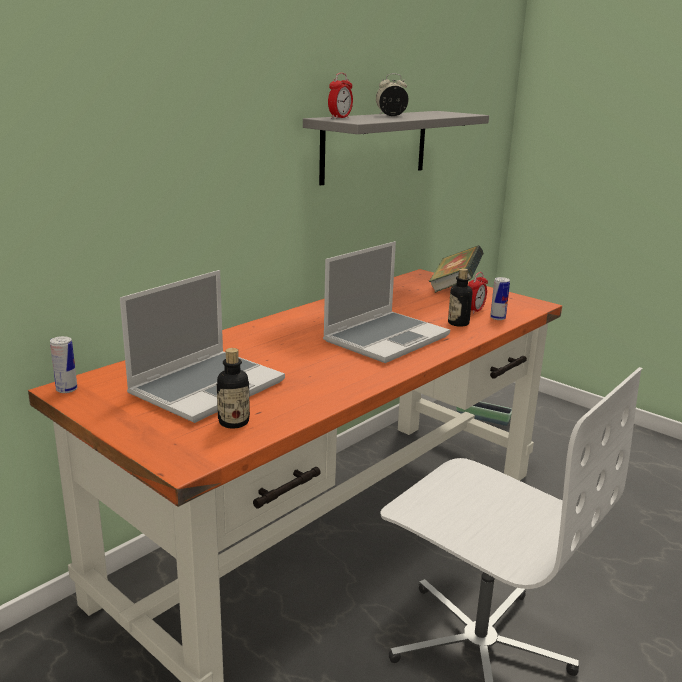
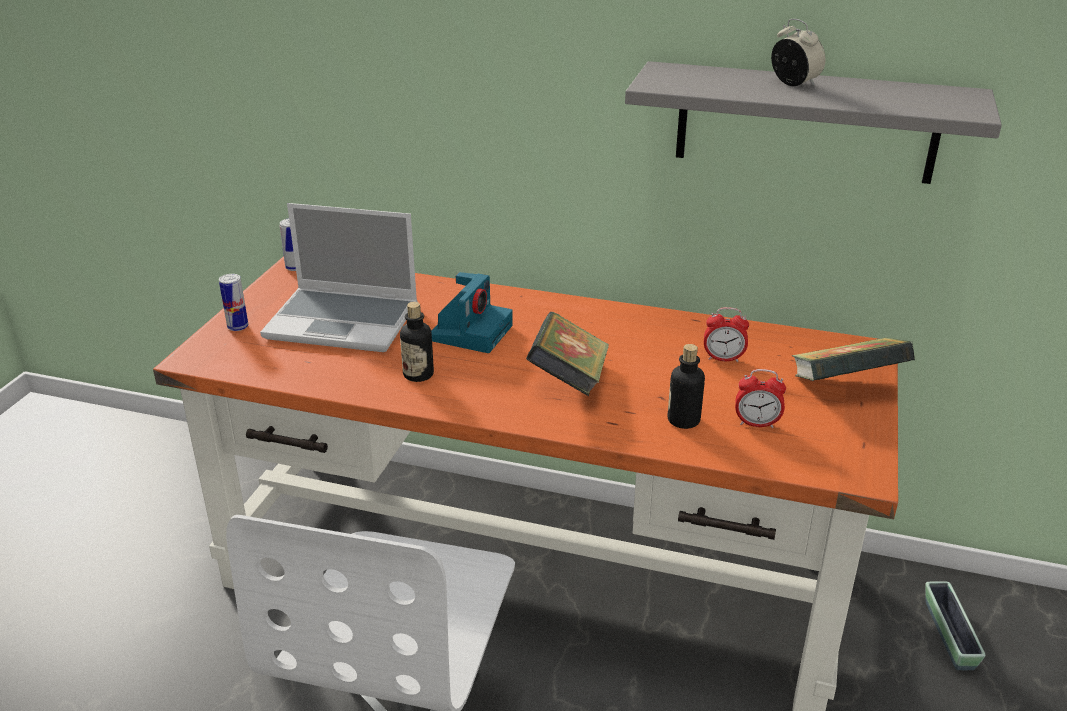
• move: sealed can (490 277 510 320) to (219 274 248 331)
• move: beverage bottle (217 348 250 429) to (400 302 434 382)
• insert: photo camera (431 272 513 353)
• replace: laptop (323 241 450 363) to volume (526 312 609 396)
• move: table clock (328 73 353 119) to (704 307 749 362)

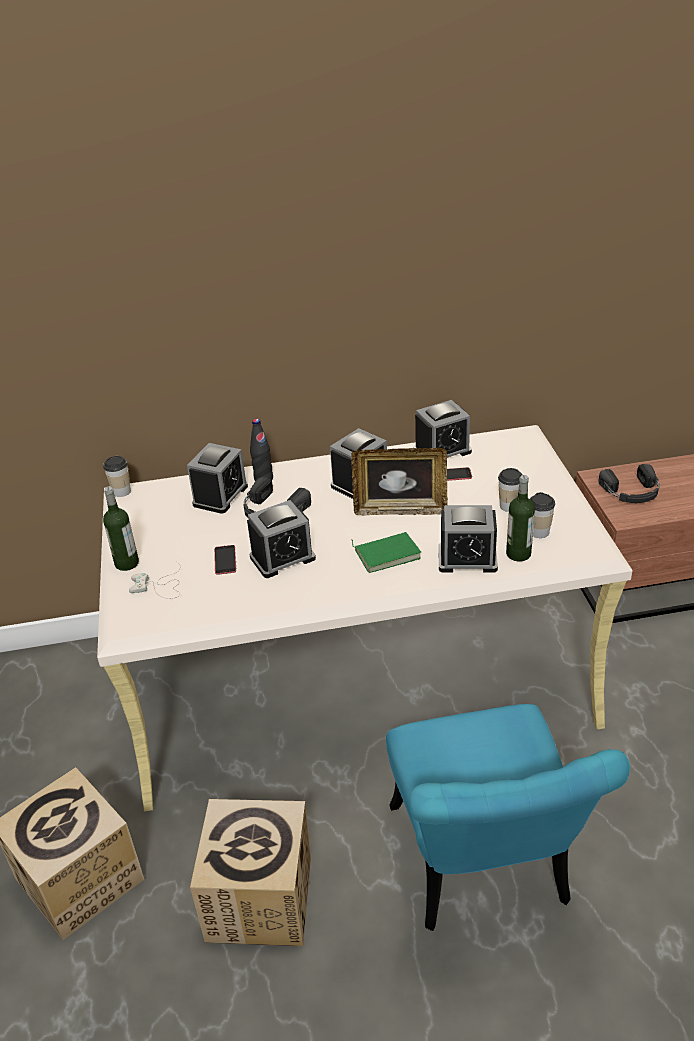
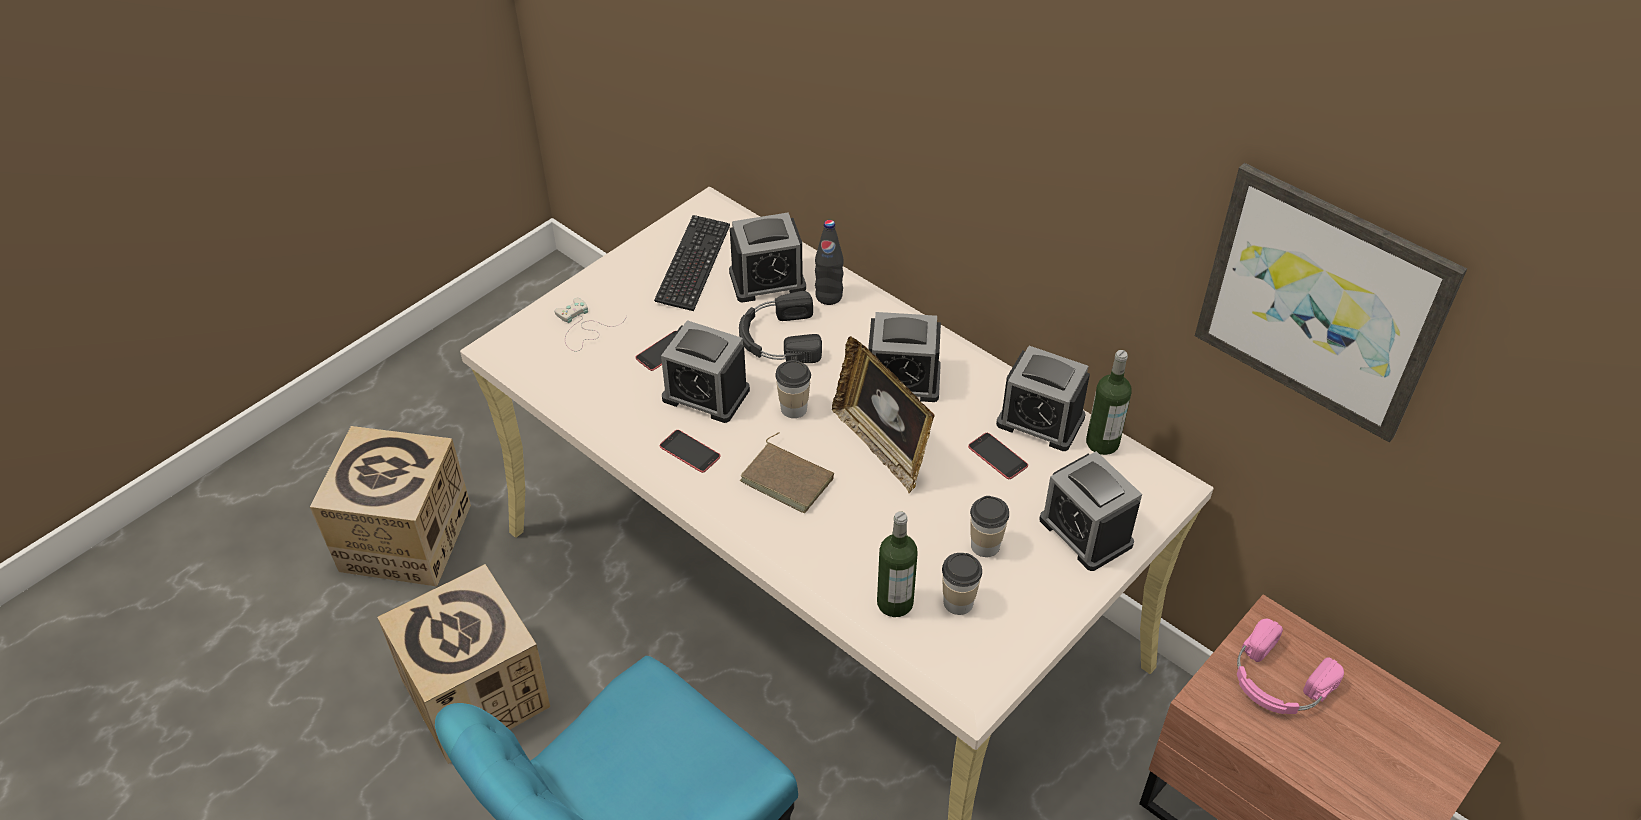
• insert: keyboard (654 215 730 311)
• insert: phone (660 430 721 473)
• recolor: green volume (351 532 421 573) to brownish volume (740 432 834 513)
• move: cup (103 456 131 497) to (775 360 811 418)
• move: table clock (438 505 498 573) to (1039 451 1142 571)
• move: beverage bottle (103 487 139 571) to (1086 350 1132 455)
• insert: wall art (1195 163 1467 442)
• recolor: black headset (598 464 660 503) to pink headset (1237 619 1344 714)

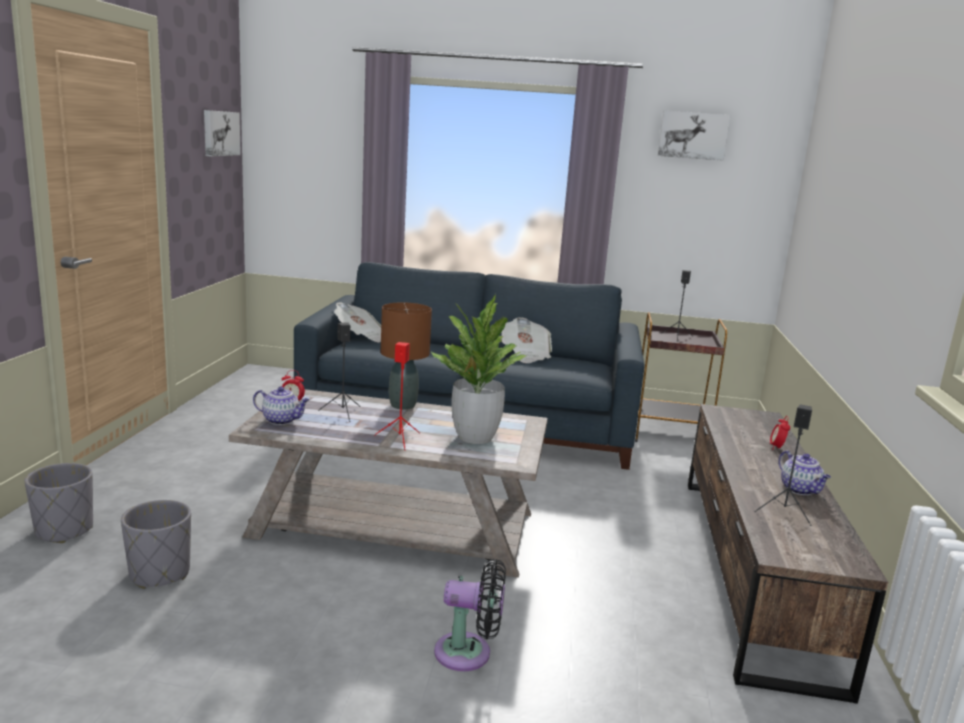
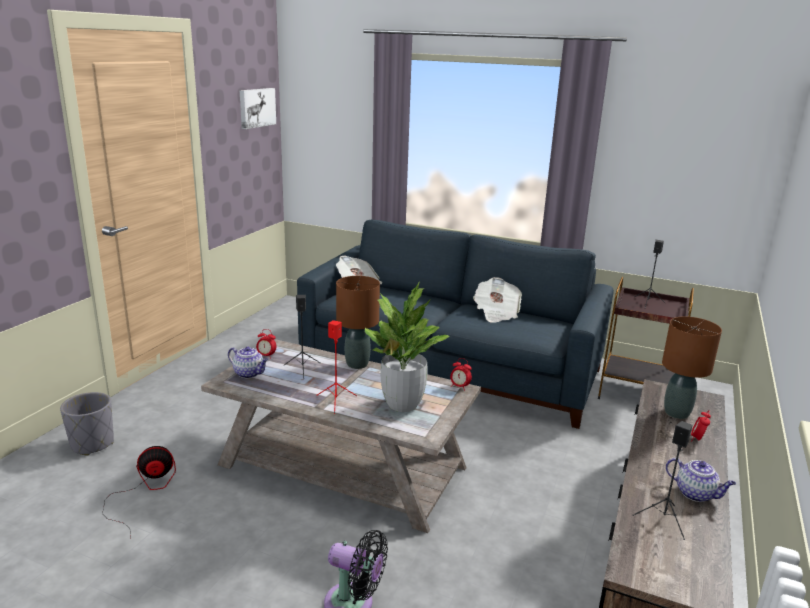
• replace: greyish plant pot (121 500 191 589) to cooling fan (102 446 176 537)
• insert: table clock (450 358 472 391)
• insert: brownish tabletop lamp (662 316 722 419)
• rotate: pot for tea (779 450 831 495) = (666 458 736 502) 45 degrees counterclockwise
• delete: wall art (658 110 730 161)

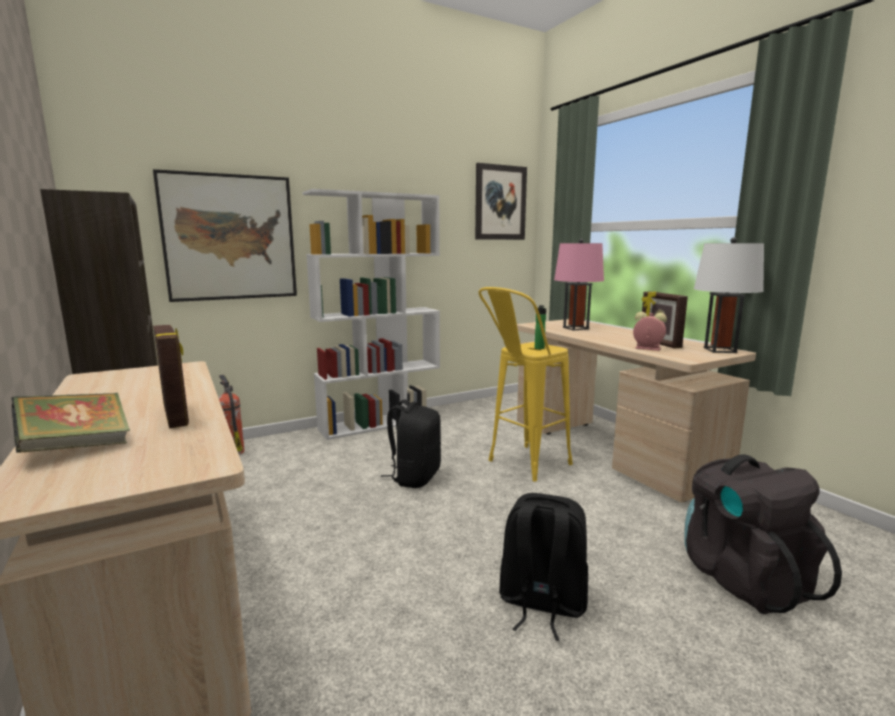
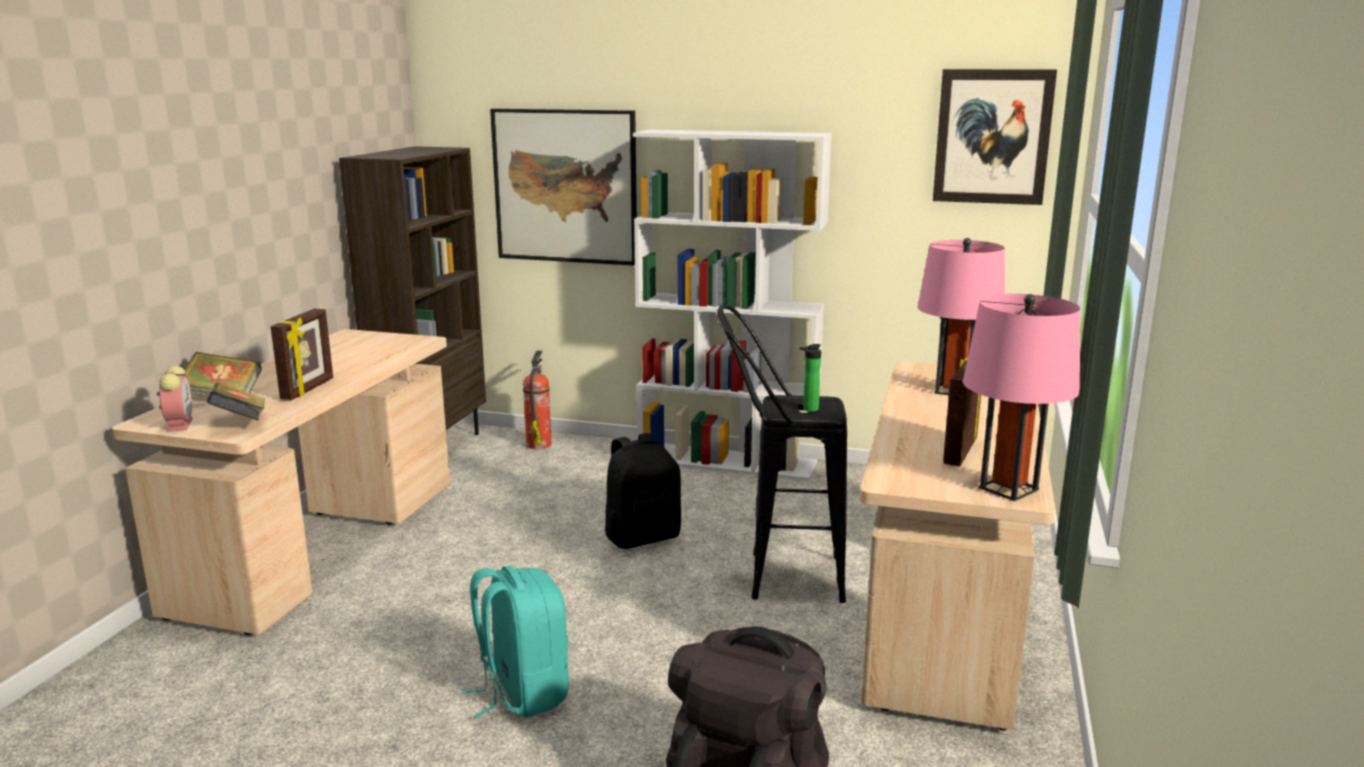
• move: table clock (633 312 667 351) to (157 366 193 432)
• insert: volume (207 382 265 421)
• recolor: black rucksack (499 493 588 641) to turquoise rucksack (462 566 569 718)
• recolor: yellowish sitting stool (479 287 573 482) to black sitting stool (717 305 847 603)
• recolor: white tabletop lamp (694 237 764 353) to pink tabletop lamp (963 294 1080 501)

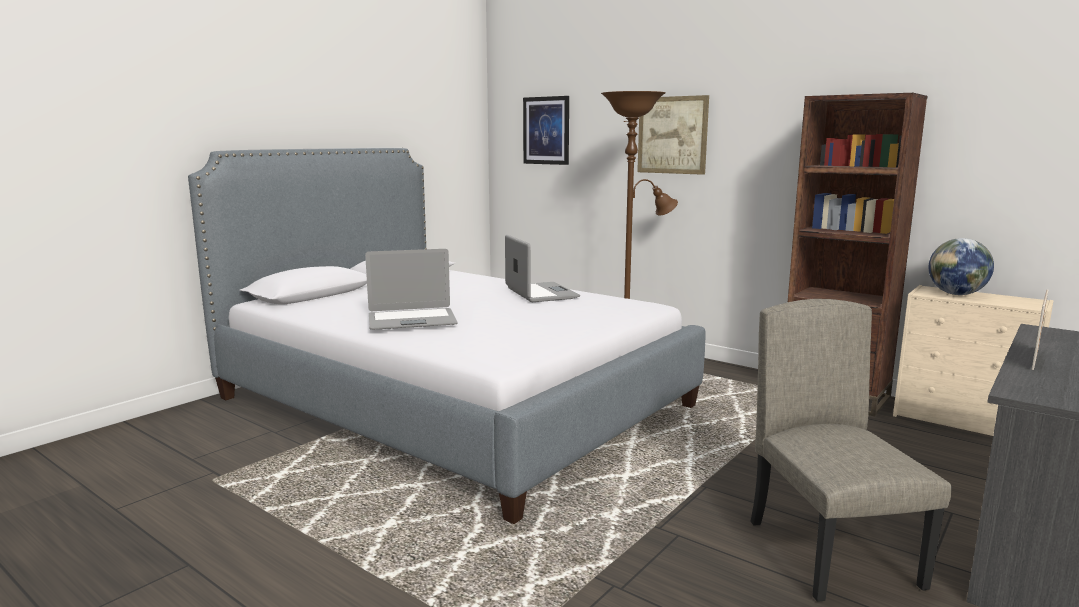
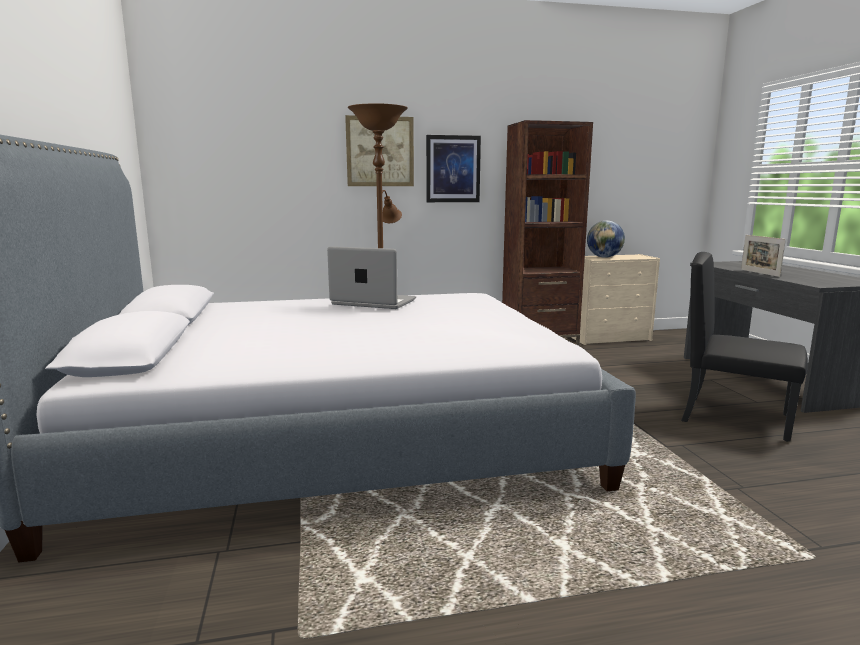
• move: wall art (523 96 569 165) to (426 135 481 202)
• recolor: beige upright chair (750 299 952 602) to black upright chair (681 252 808 441)
• delete: laptop (365 249 458 330)

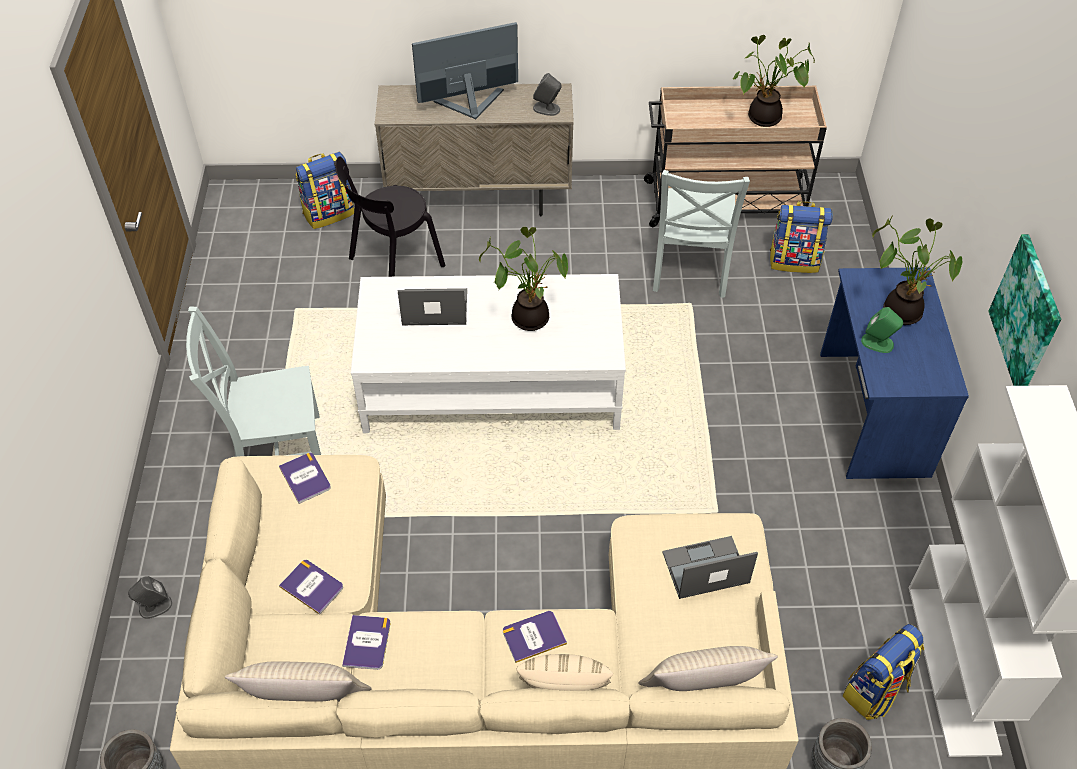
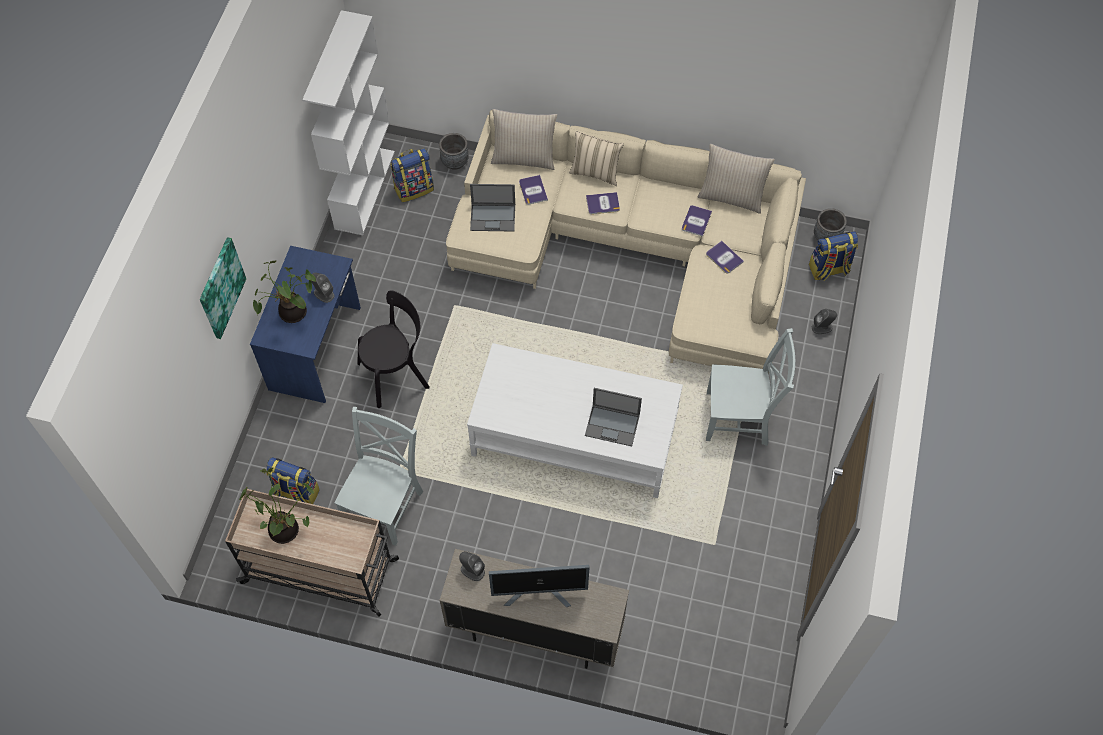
• move: wall art (989 234 1061 386) to (200 237 246 339)
• recolor: green audio speaker (861 307 903 353) to greyish audio speaker (311 272 335 303)
• move: black upright chair (336 156 445 277) to (357 290 430 408)
• move: volume (279 453 331 504) to (519 175 548 205)
• move: rucksack (296 152 355 229) to (809 231 858 281)
• delete: potted plant (479 227 568 331)

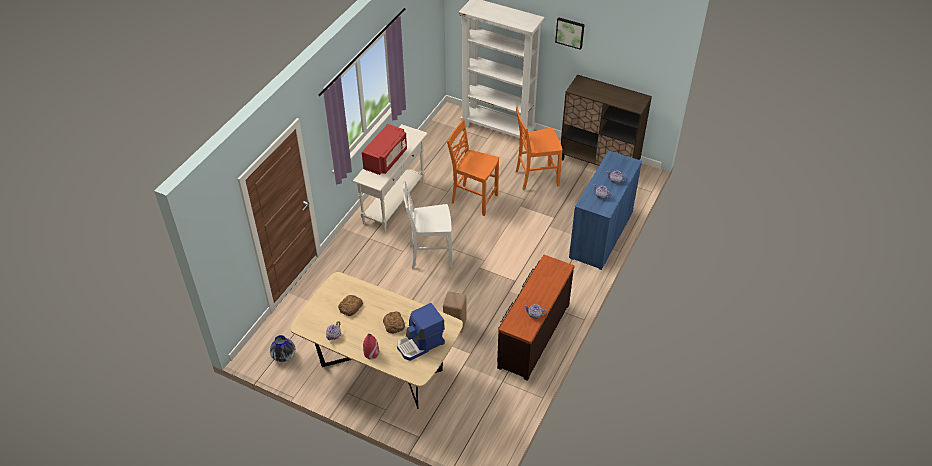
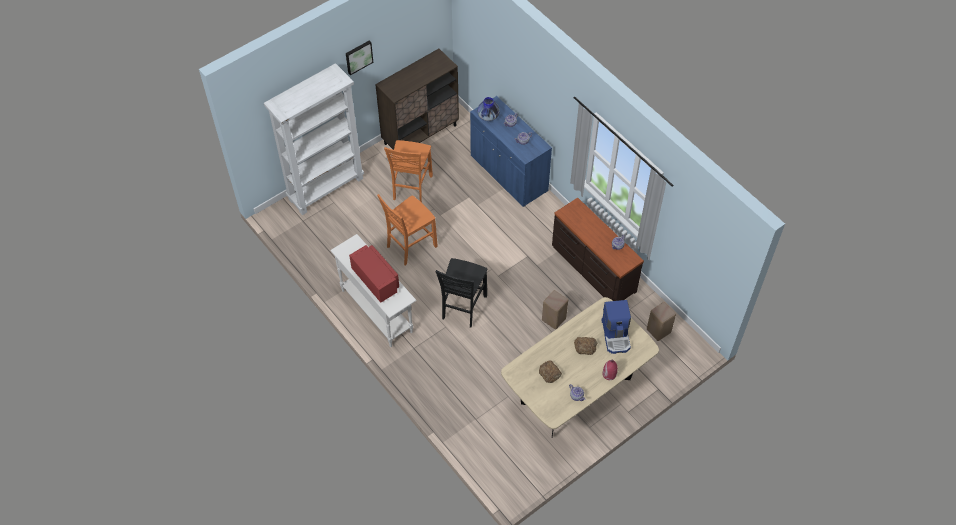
• recolor: white upright chair (403 180 453 269) to black upright chair (436 258 487 328)
• move: flower vase (270 335 296 362) to (477 97 500 121)
• insert: beige sitting stool (647 302 676 341)

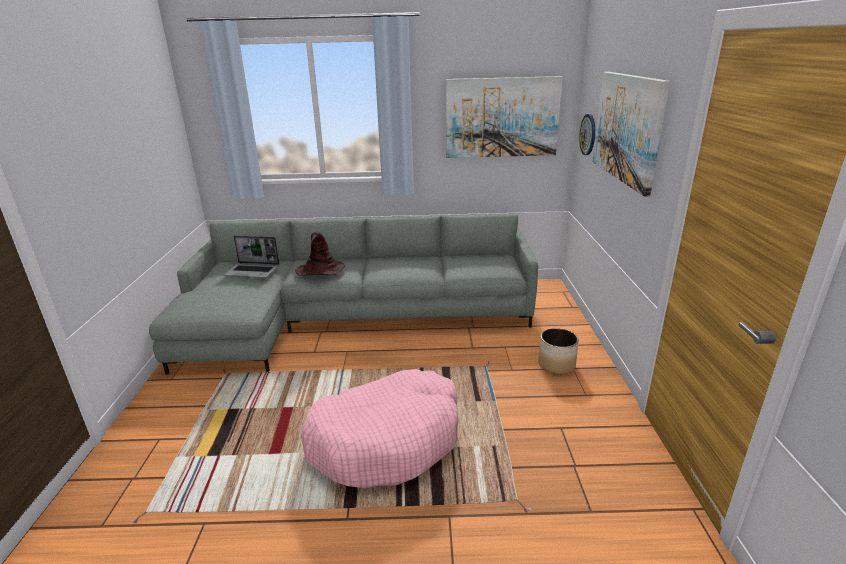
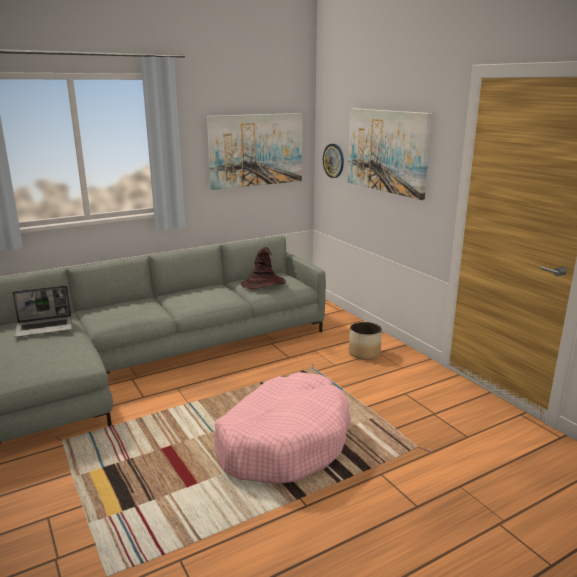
• move: brownish hat (295 232 345 276) to (241 247 286 290)

